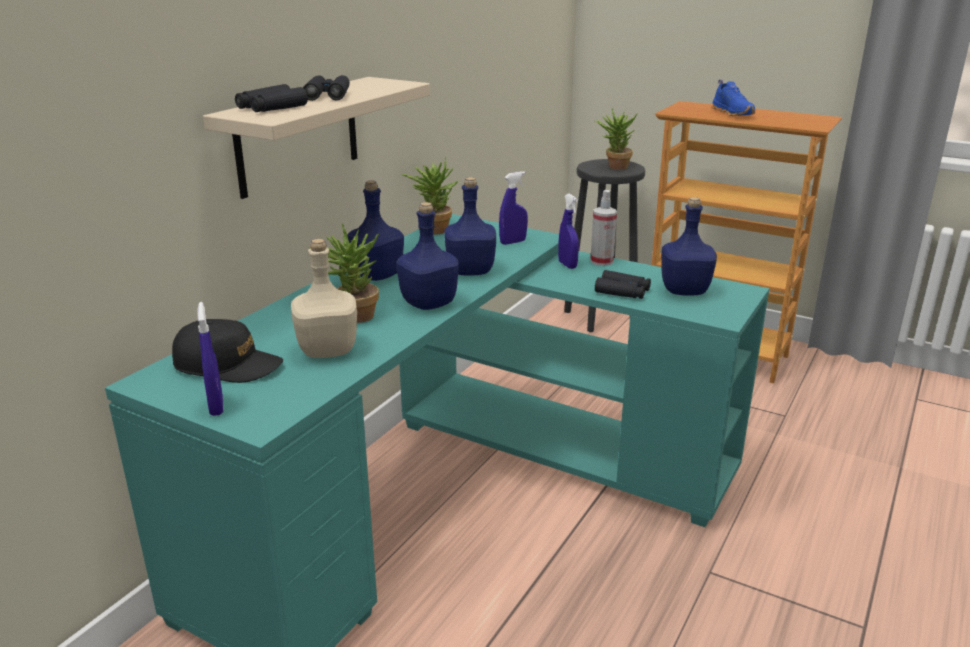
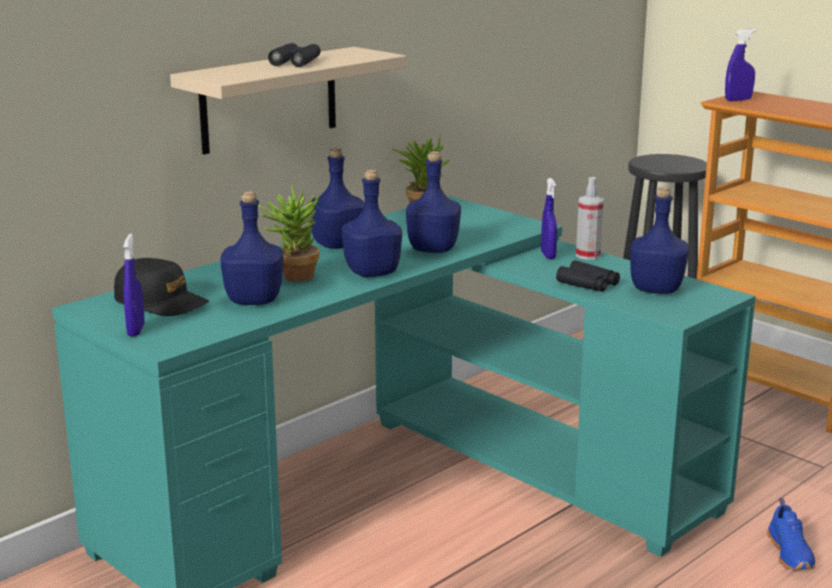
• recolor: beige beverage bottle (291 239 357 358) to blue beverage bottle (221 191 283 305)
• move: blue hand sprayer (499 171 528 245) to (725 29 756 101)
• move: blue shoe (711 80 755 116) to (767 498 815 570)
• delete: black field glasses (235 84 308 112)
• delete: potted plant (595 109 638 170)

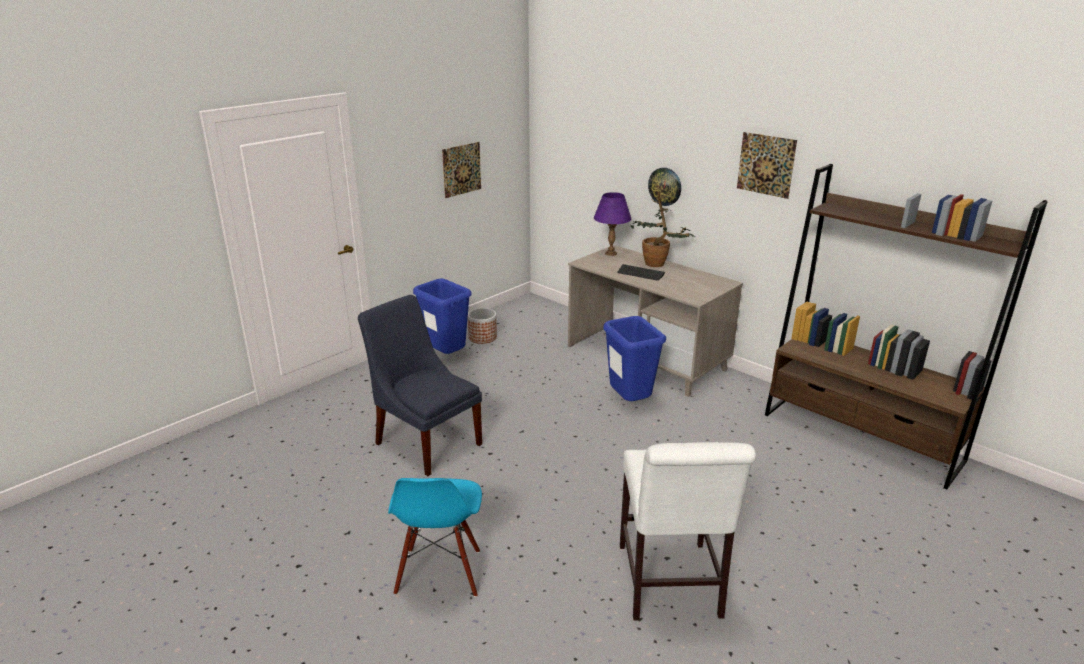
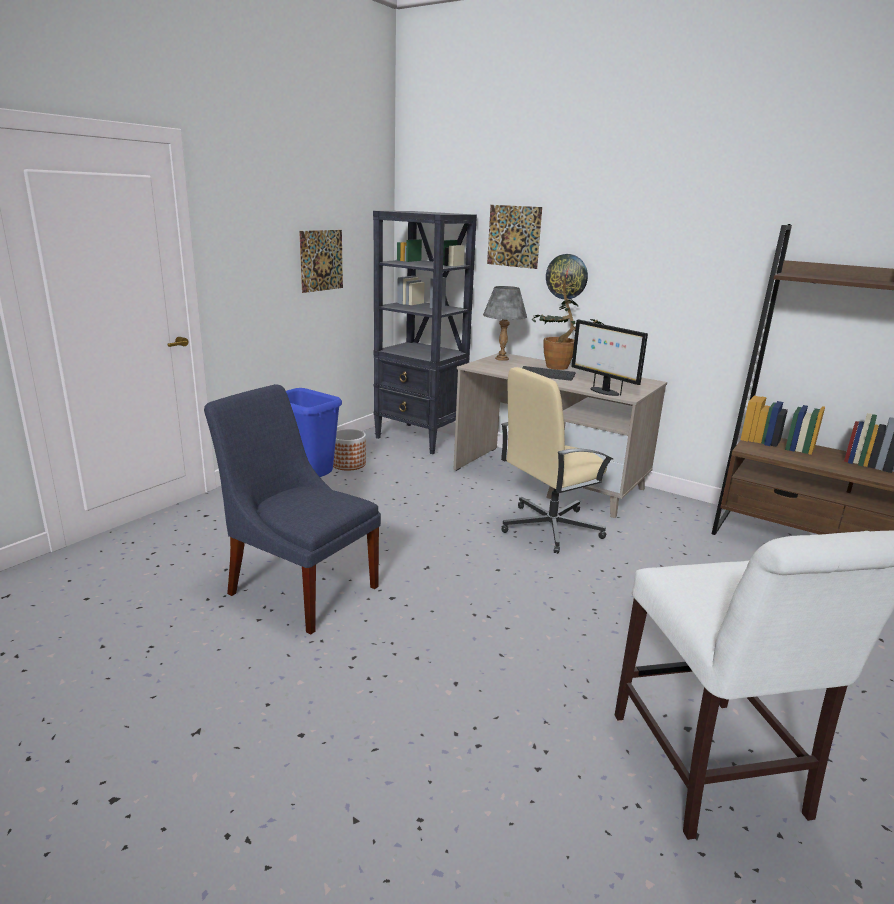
• insert: black bookshelf (373 211 477 454)
• recolor: purple tabletop lamp (594 192 631 256) to greyish tabletop lamp (483 286 527 361)
• move: wall art (737 132 797 199) to (487 205 542 269)
• replace: blue waste bin (603 316 666 401) to beige desk chair (501 367 614 554)
• insert: monitor (571 319 648 396)
• delete: blue upright chair (388 478 482 597)

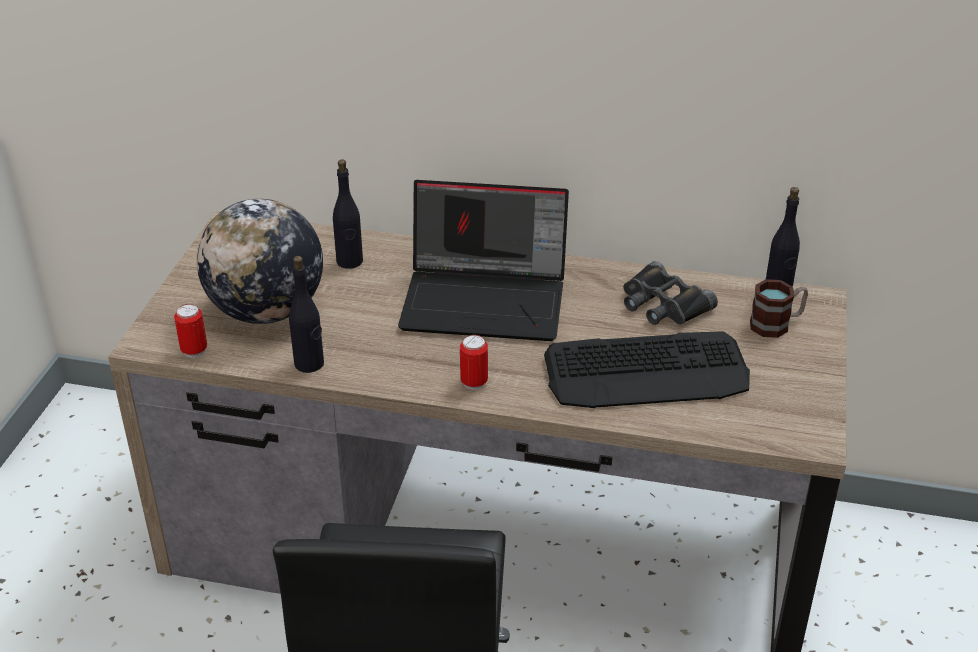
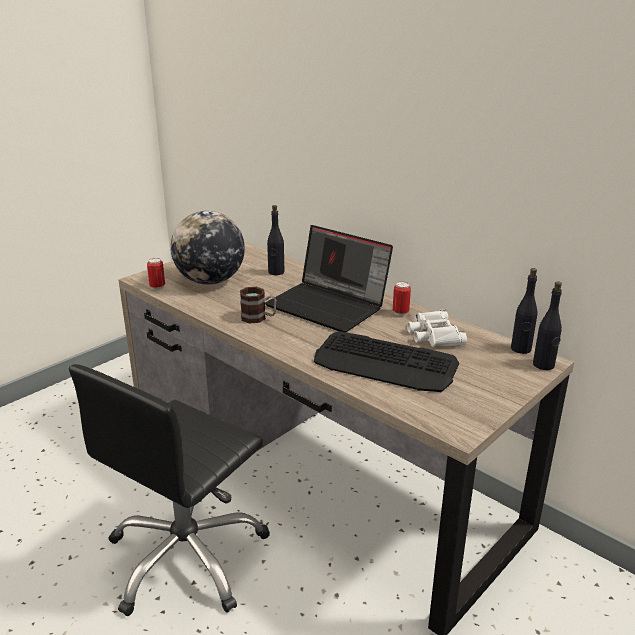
• move: tea mug (750 279 808 338) to (240 287 277 324)
• move: sealed can (460 335 488 390) to (393 282 411 316)
• recolor: black field glasses (623 261 718 325) to white field glasses (407 309 467 347)
• move: black beverage bottle (289 256 324 373) to (533 281 562 370)

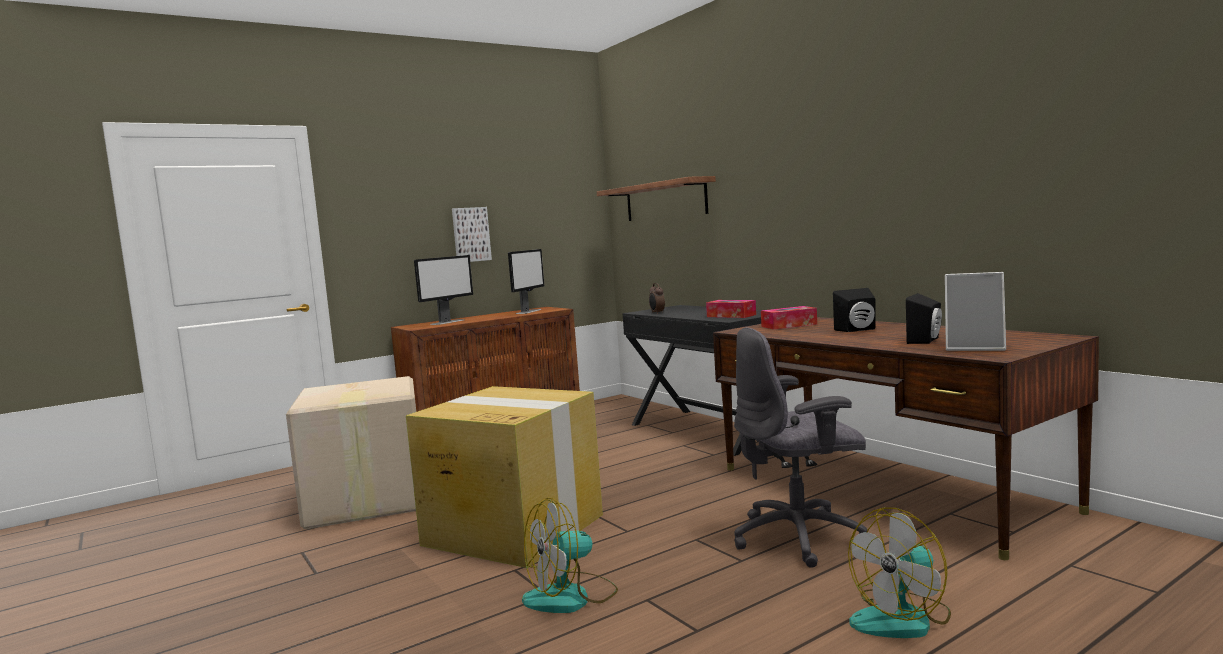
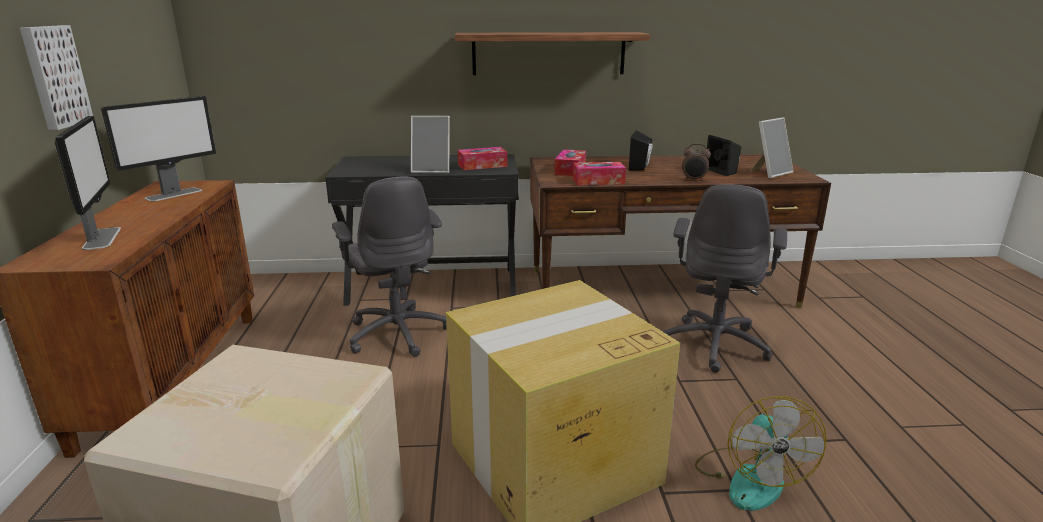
• rotate: monitor (508 249 544 314) = (101 96 216 201) 75 degrees clockwise
• insert: greyish desk chair (332 176 447 357)
• insert: picture frame (411 116 450 173)
• move: shelf (597 176 716 221) to (455 32 650 75)
• insert: tissue box (573 162 626 185)
• move: table clock (649 283 665 314) to (682 143 711 181)
• delete: cooling fan (848 507 951 638)

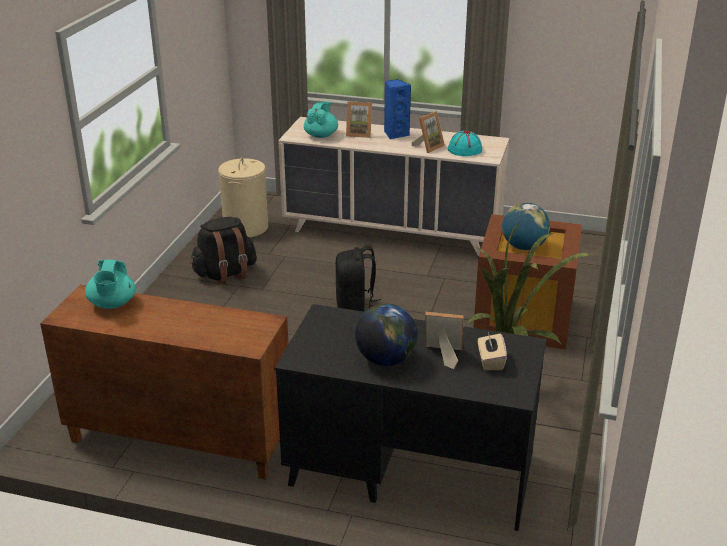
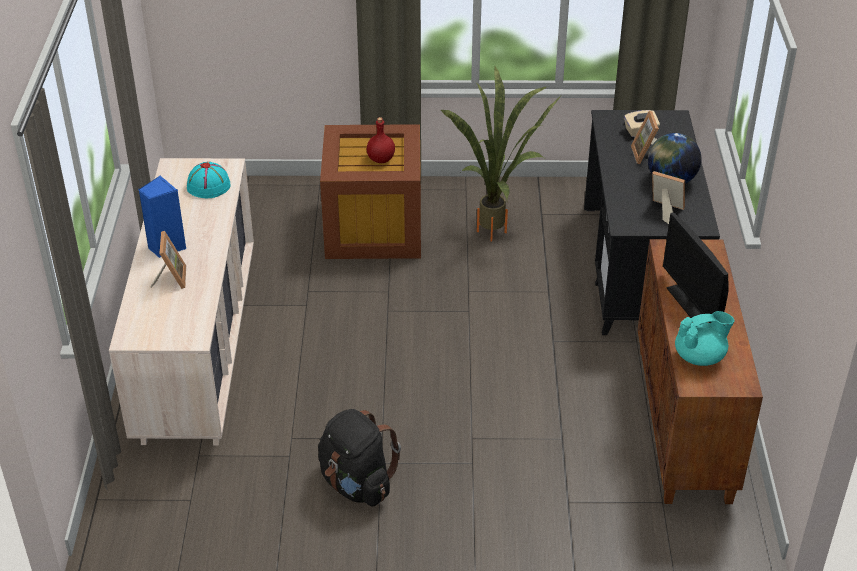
• replace: globe (502 203 550 250) to red beverage bottle (367 117 395 163)
• move: picture frame (412 111 445 153) to (652 171 685 224)
• insert: monitor (663 212 729 323)
• delete: beige washing basket (218 157 268 237)
• delete: turquoise pot for tea (304 102 338 138)
• delete: black rucksack (336 246 382 312)

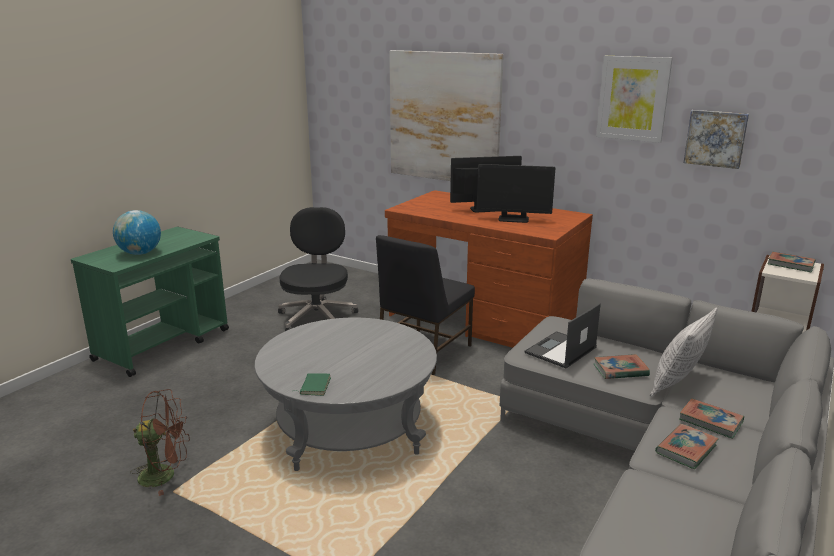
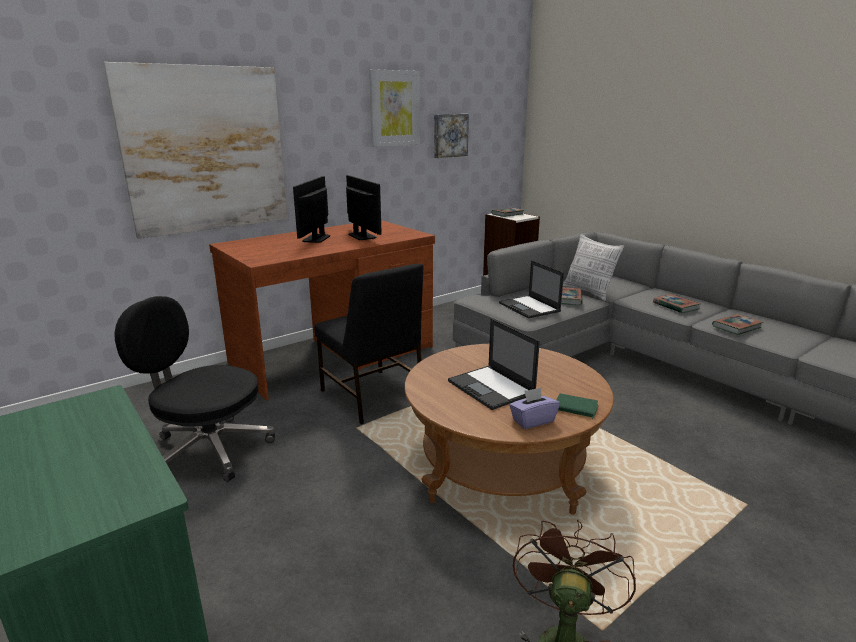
• rotate: monitor (477 164 555 223) = (346 175 382 240) 60 degrees counterclockwise
• recolor: greyish lounge table (255 318 437 471) to brownish lounge table (405 344 614 515)
• insert: laptop (448 319 540 410)
• insert: purple tissue box (509 388 560 429)
• move: volume (679 398 744 439) to (712 314 763 335)
• delete: globe (113 210 161 255)

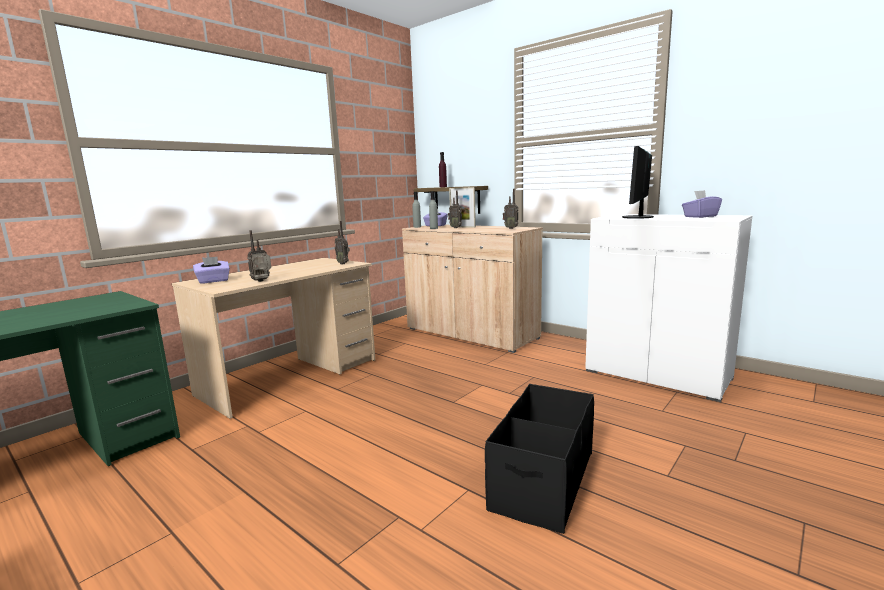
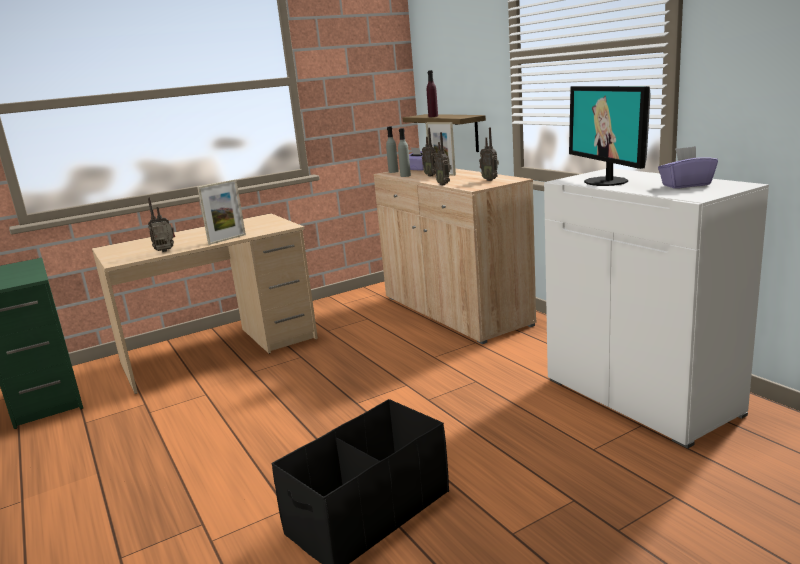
• insert: picture frame (197 179 246 245)
• move: radio (335 221 350 265) to (434 132 452 186)
• rotate: monitor (622 146 654 219) = (569 86 651 186) 60 degrees counterclockwise
• delete: purple tissue box (193 256 230 284)

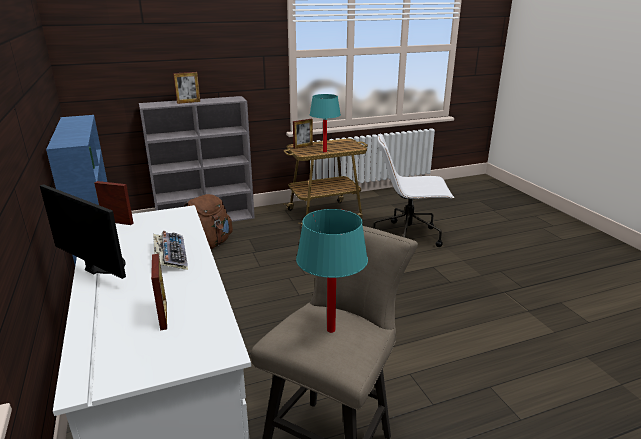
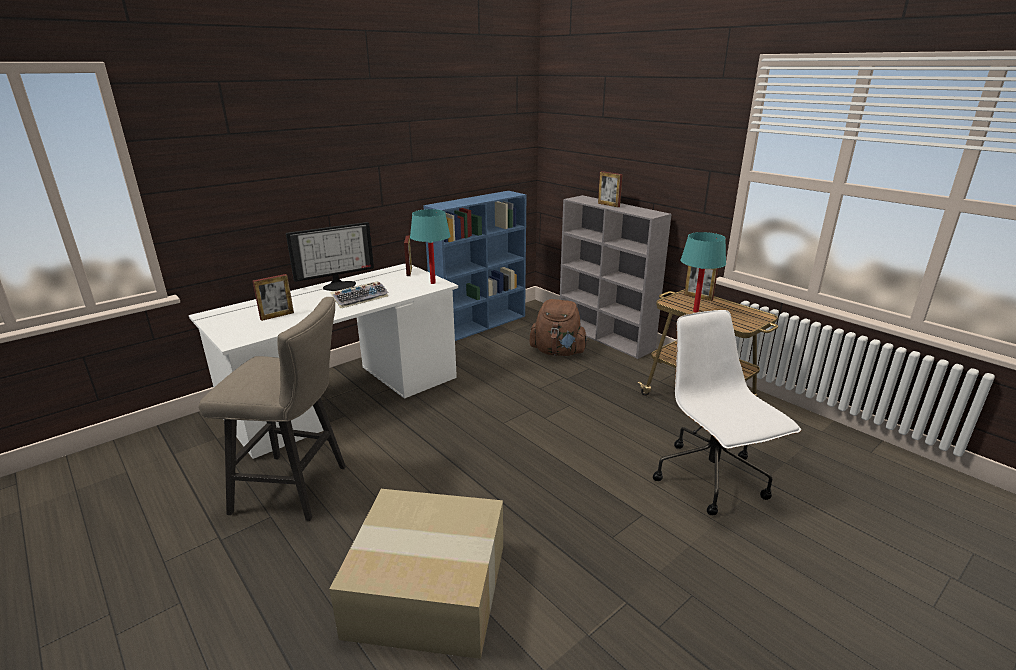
• rotate: monitor (40 184 126 279) = (286 222 374 291) 45 degrees clockwise
• insert: cardboard box (329 489 503 659)
• move: turquoise tabletop lamp (296 209 368 333) to (410 209 450 284)

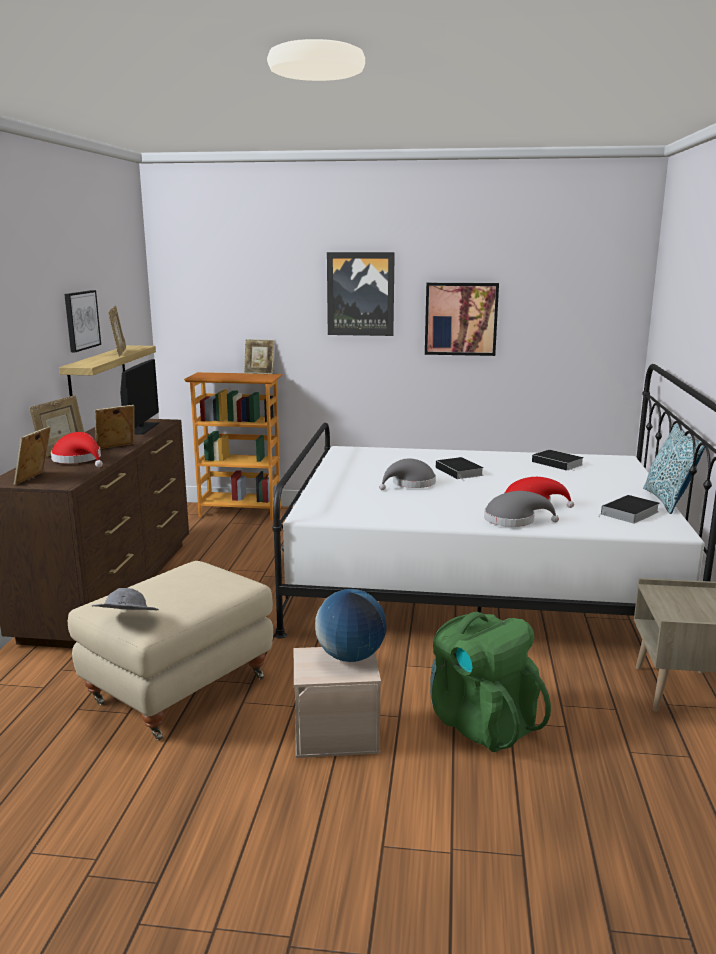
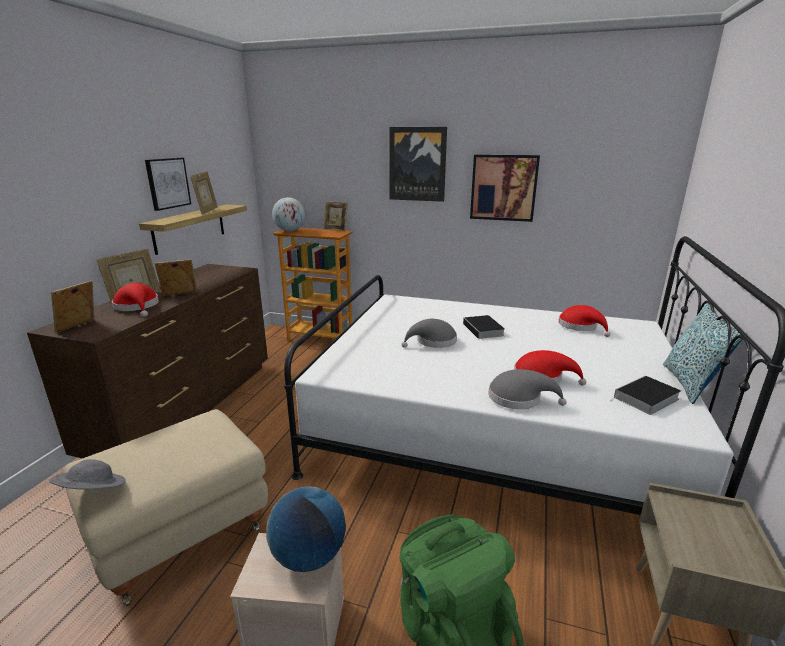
• insert: globe (272 197 306 231)
• replace: volume (532 450 584 472) to red hat (558 305 610 337)
• delete: monitor (120 359 159 435)

